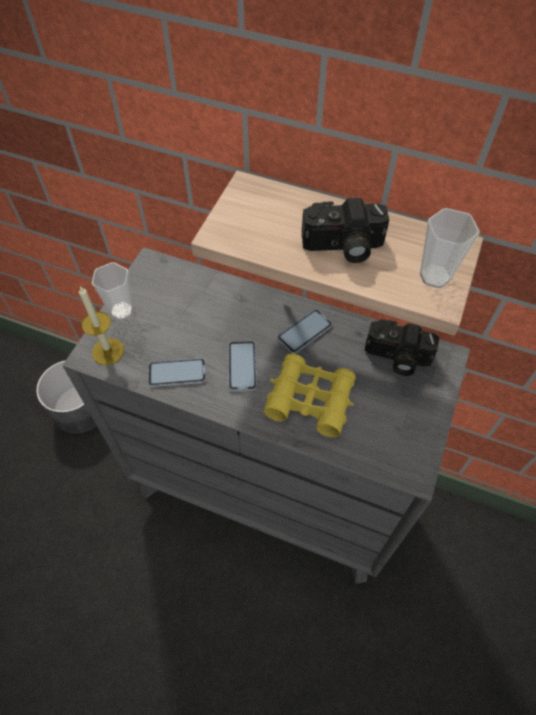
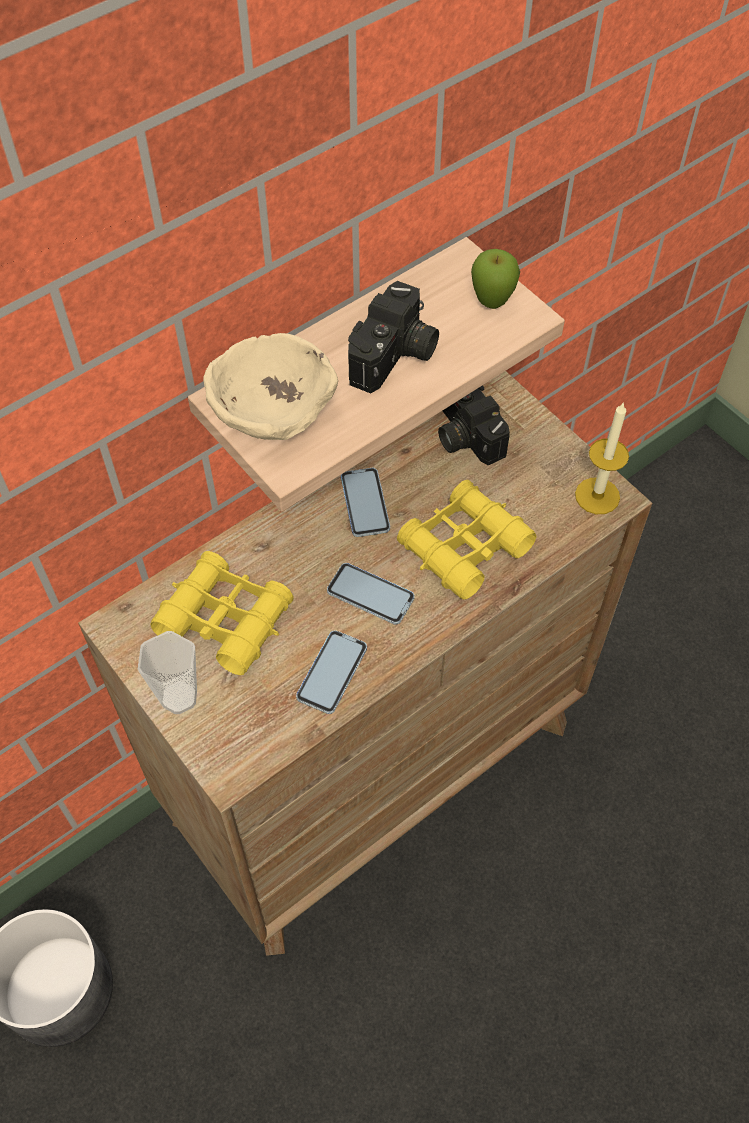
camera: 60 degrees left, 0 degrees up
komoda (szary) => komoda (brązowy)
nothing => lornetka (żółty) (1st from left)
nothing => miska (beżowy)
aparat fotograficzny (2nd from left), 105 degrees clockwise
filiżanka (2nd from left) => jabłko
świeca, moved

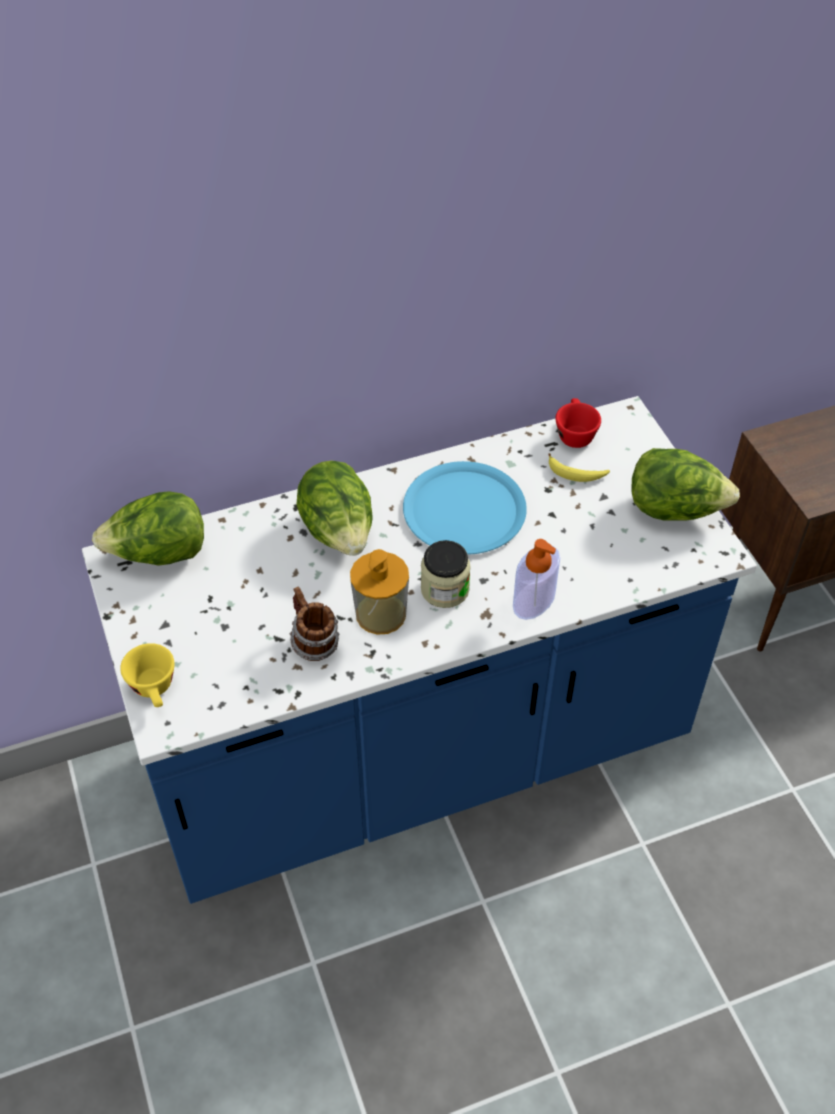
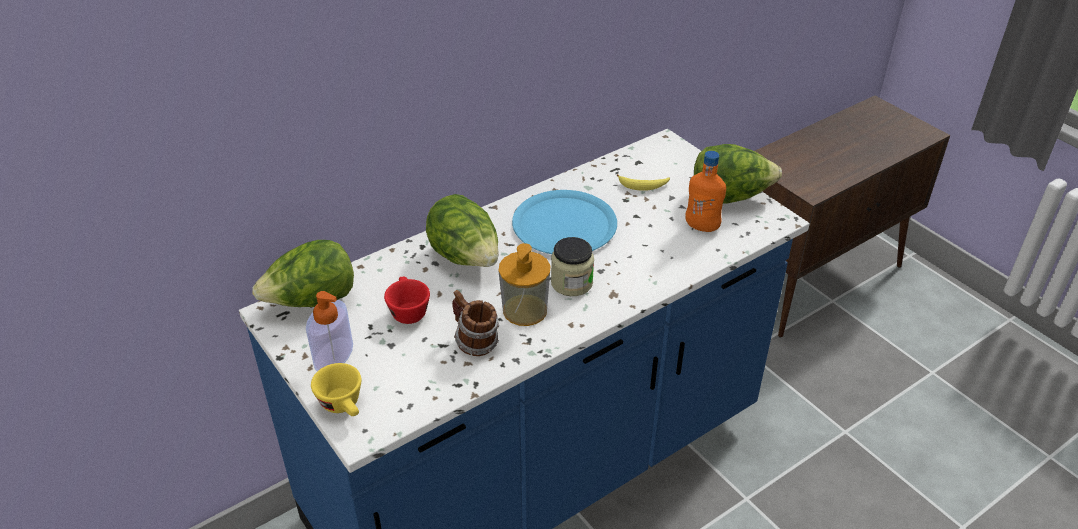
camera: 15 degrees left, 10 degrees down
dozownik mydła (2nd from left in the first image) => dozownik mydła (1st from left), moved
filiżanka (czerwony), moved
nothing => butelka (pomarańczowy)

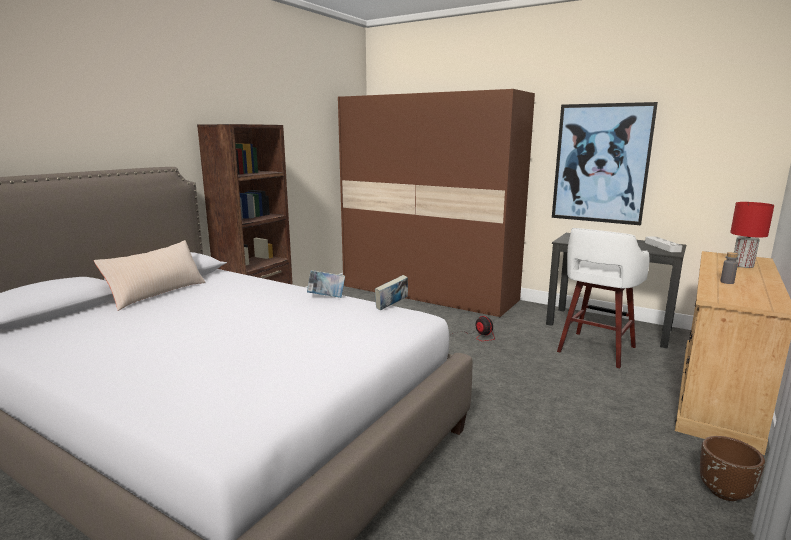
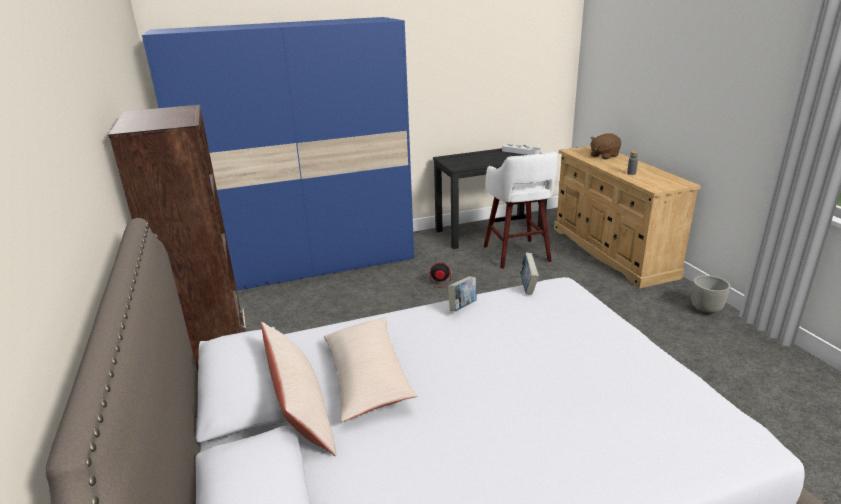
camera: 50 degrees left, 10 degrees up
szafa (brązowy) => szafa (niebieski)
nothing => poduszka (beżowy) (2nd from left)
lampa stołowa (czerwony) => pluszak (brązowy)
donica (brązowy) => donica (szary)
obraz => nothing

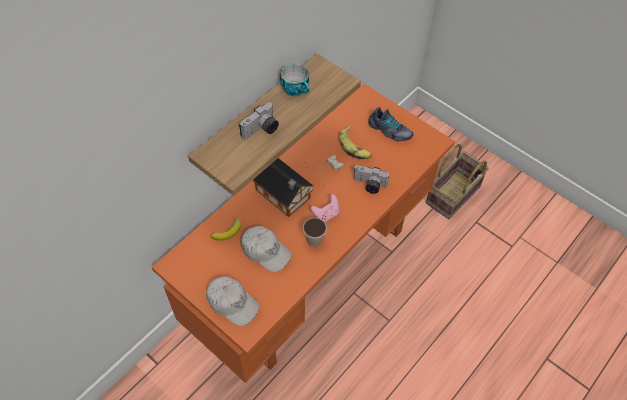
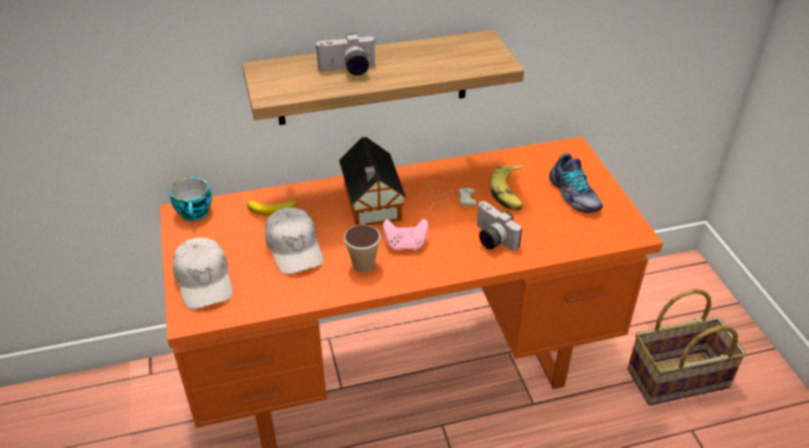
camera: 35 degrees right, 15 degrees down
filiżanka (1st from left), moved

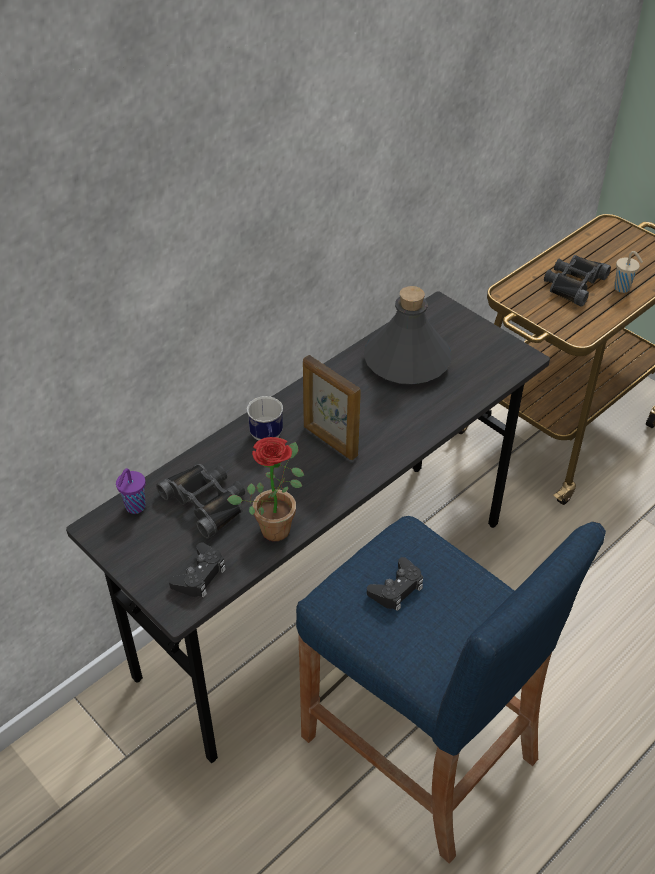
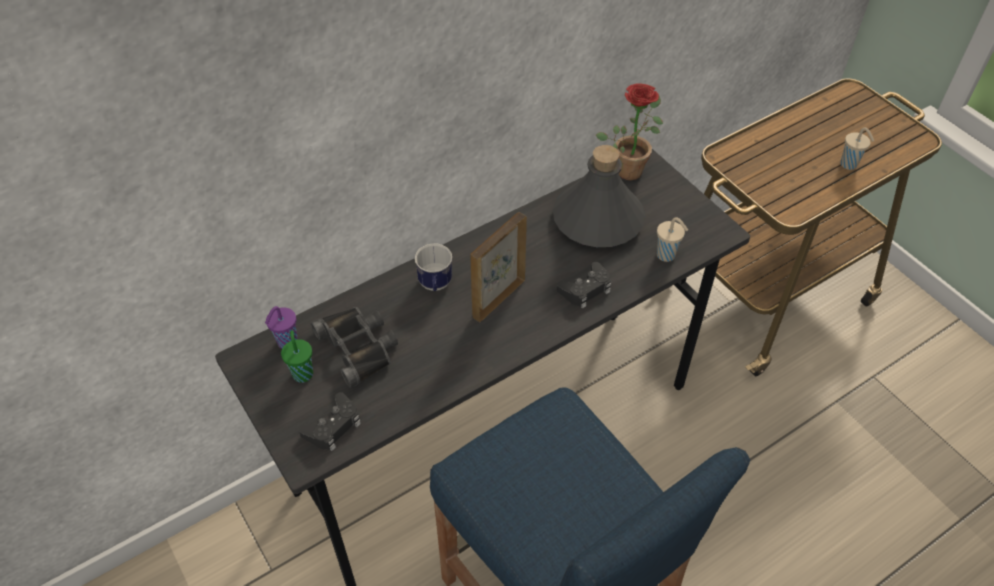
camera: 10 degrees right, 5 degrees up
nothing => filiżanka (zielony)
ramka na zdjęcie, 75 degrees clockwise
pad do gier (czarny) (2nd from left), moved
roślina doniczkowa, moved
nothing => filiżanka (beżowy) (1st from left)
lornetka (czarny) (2nd from left) => nothing

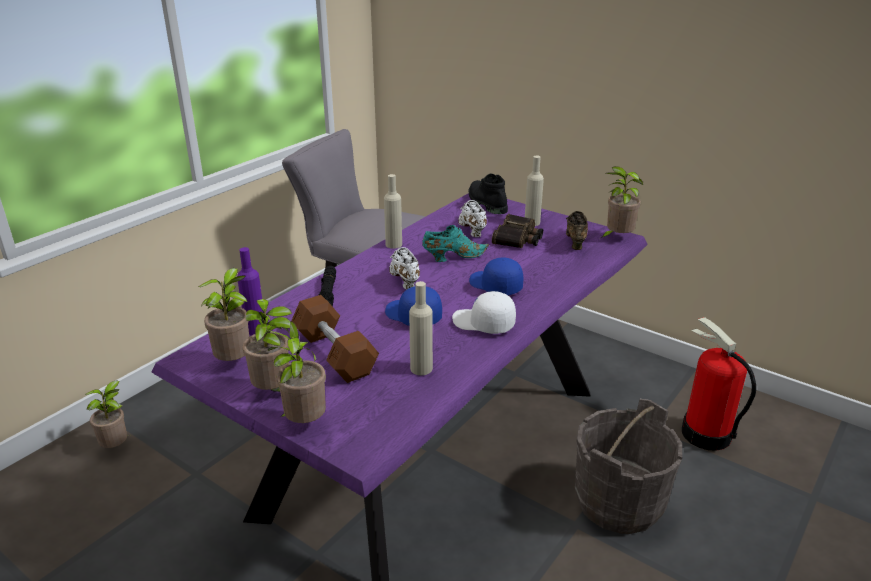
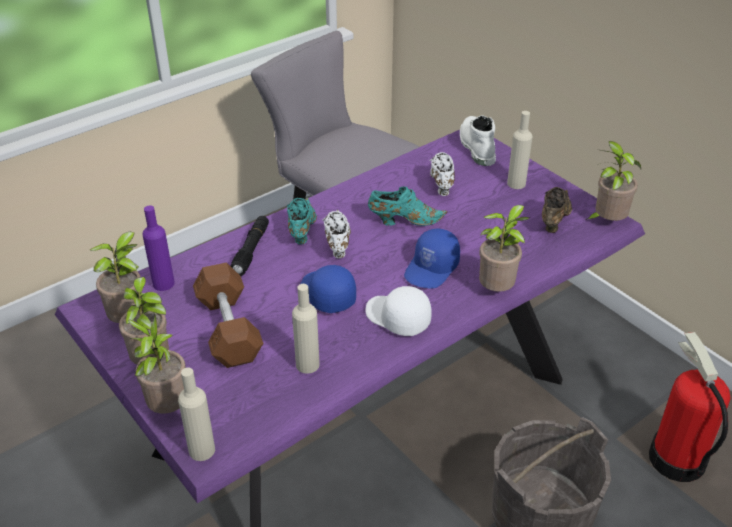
camera: 15 degrees right, 10 degrees up
butelka (beżowy) (1st from left), moved
nothing => but (turkusowy) (1st from left)
czapka z daszkiem (niebieski) (2nd from left), 120 degrees counterclockwise
but z cholewką (czarny) => but z cholewką (biały)
roślina doniczkowa (1st from left in the first image) => roślina doniczkowa (4th from left), moved
lornetka => nothing

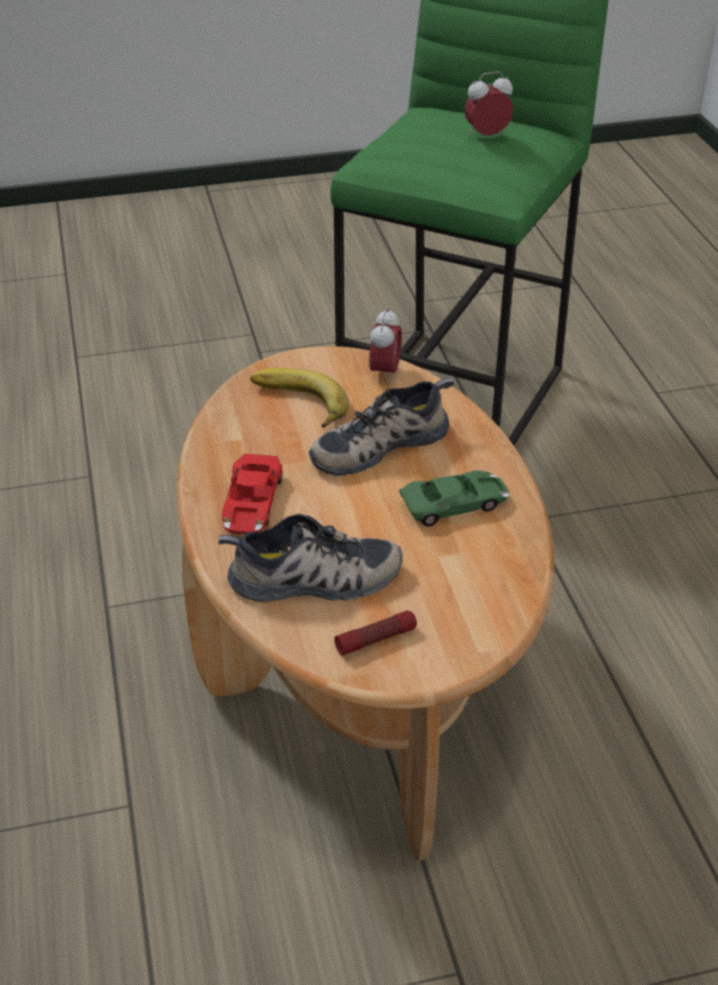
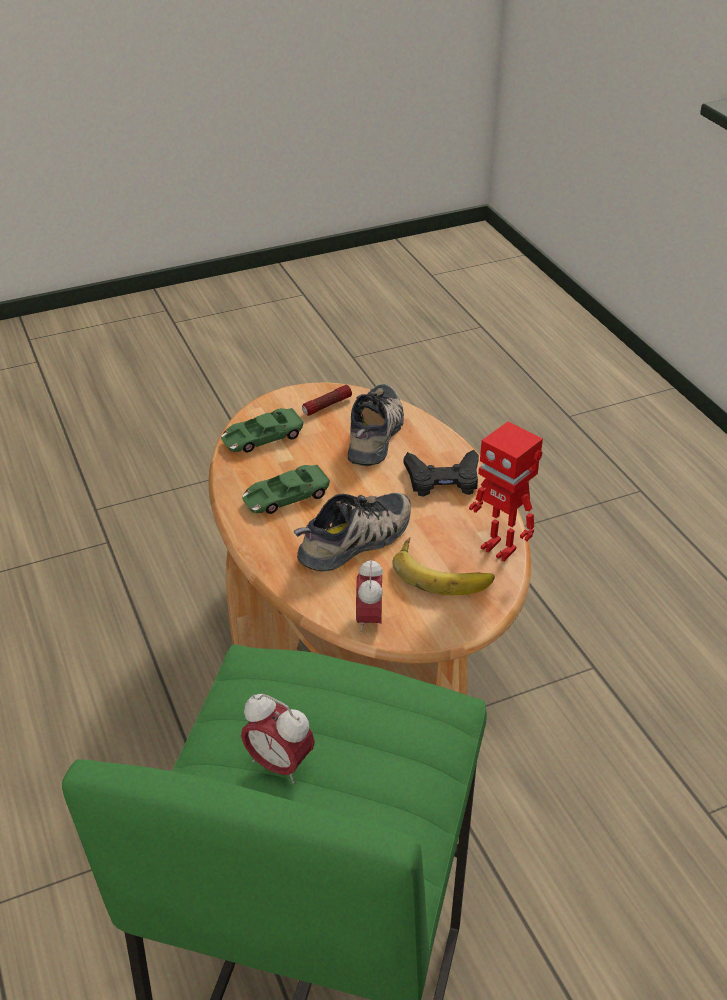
camera: 170 degrees right, 0 degrees up
nothing => samochodzik (zielony) (1st from left)
budzik (2nd from left in the first image) => budzik (1st from left), 60 degrees clockwise
but (1st from left in the first image) => but (2nd from left), 120 degrees clockwise
samochodzik (czerwony) => pad do gier (czarny)
nothing => robot zabawkowy

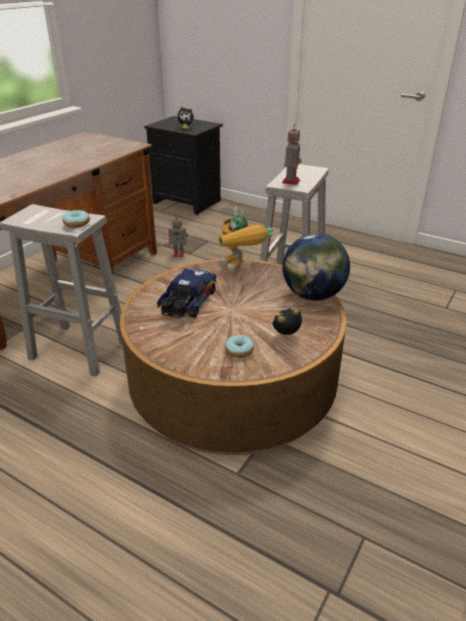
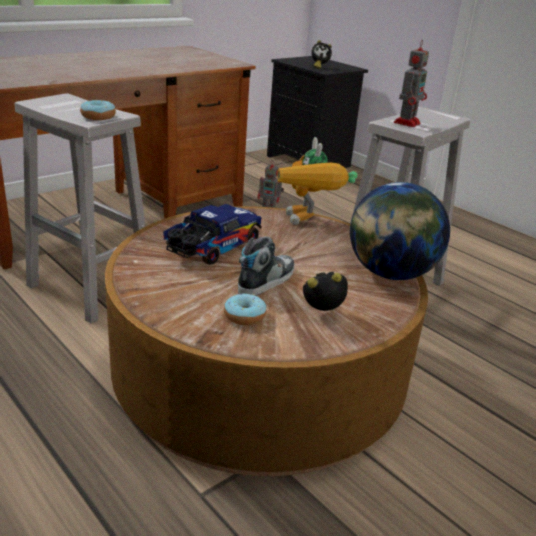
camera: 15 degrees right, 5 degrees down
nothing => but

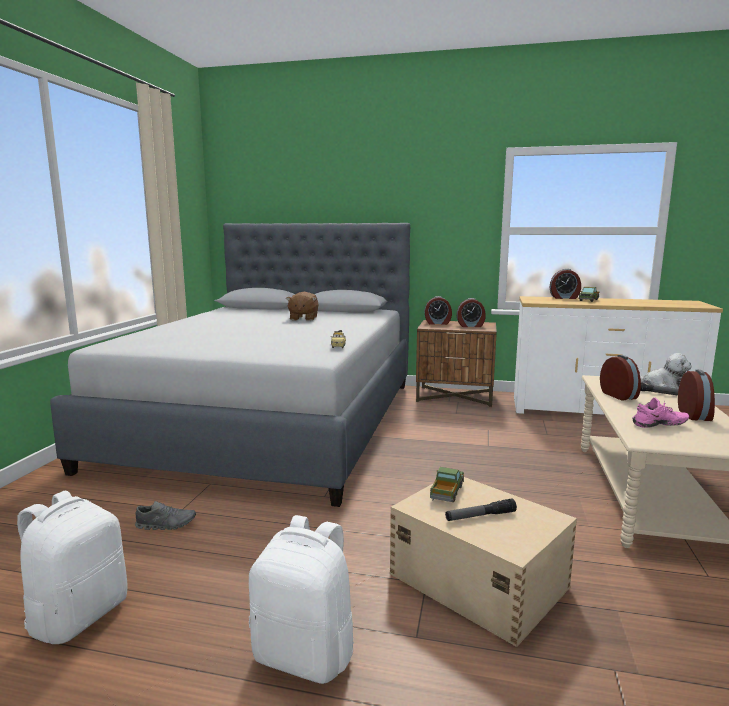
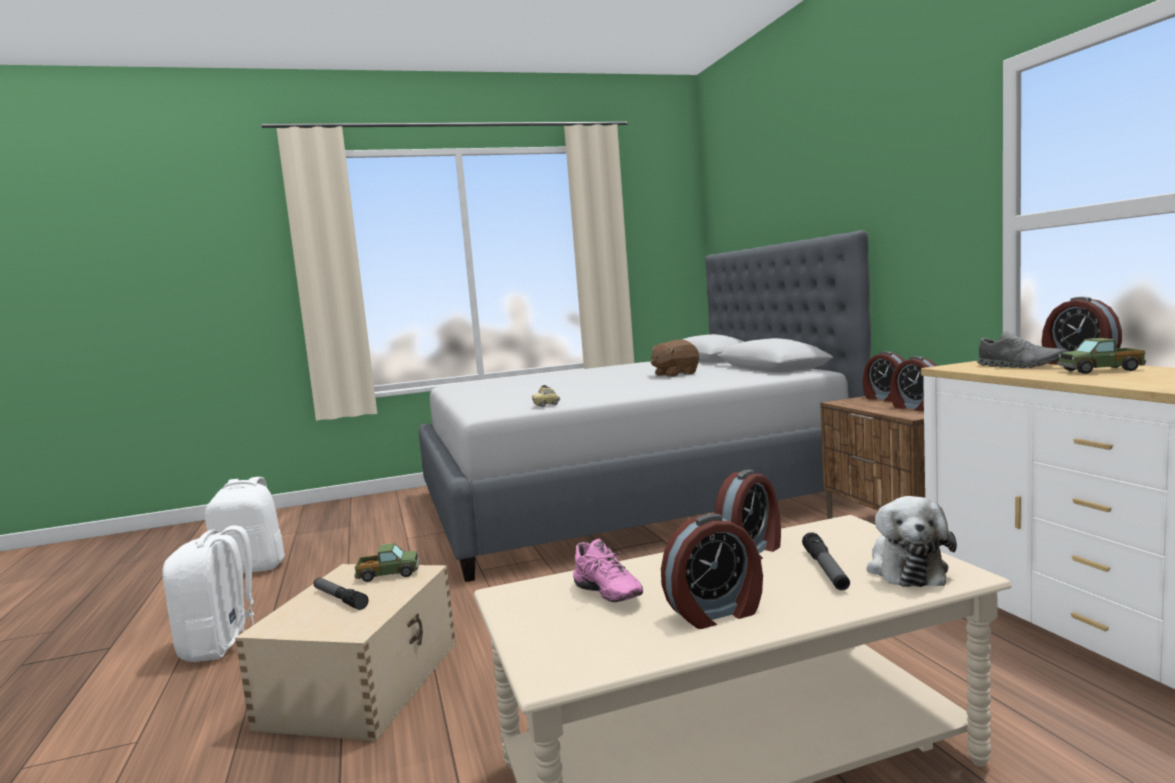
camera: 60 degrees right, 5 degrees down
but (szary), moved

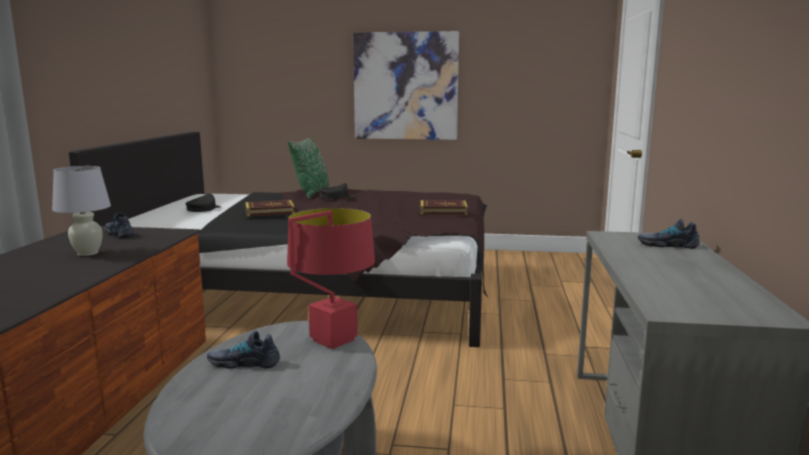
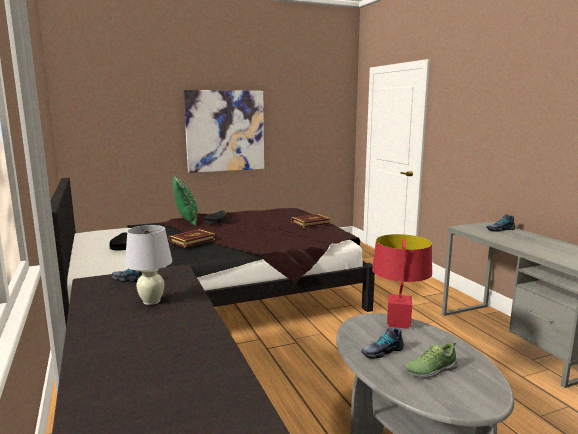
camera: 30 degrees left, 0 degrees up
nothing => but (3rd from left)

